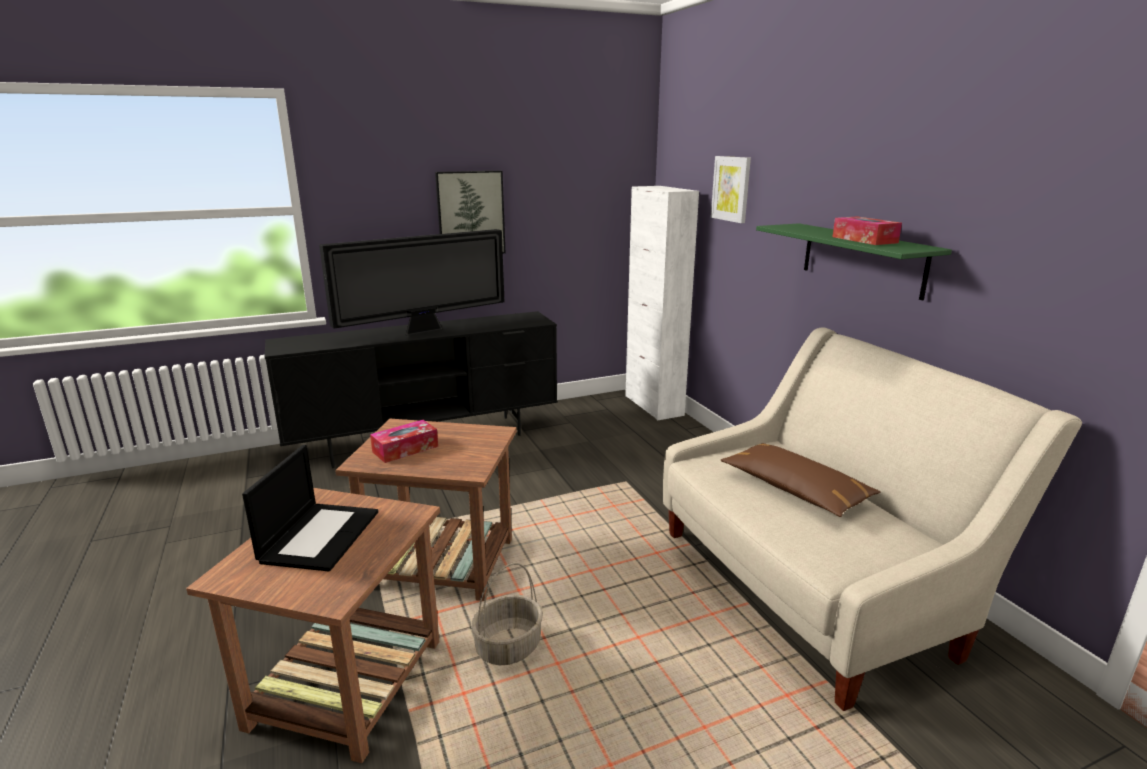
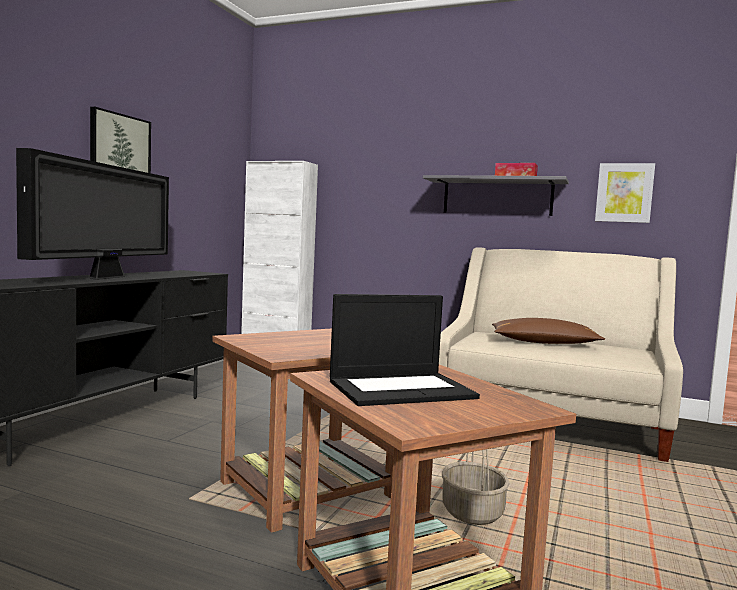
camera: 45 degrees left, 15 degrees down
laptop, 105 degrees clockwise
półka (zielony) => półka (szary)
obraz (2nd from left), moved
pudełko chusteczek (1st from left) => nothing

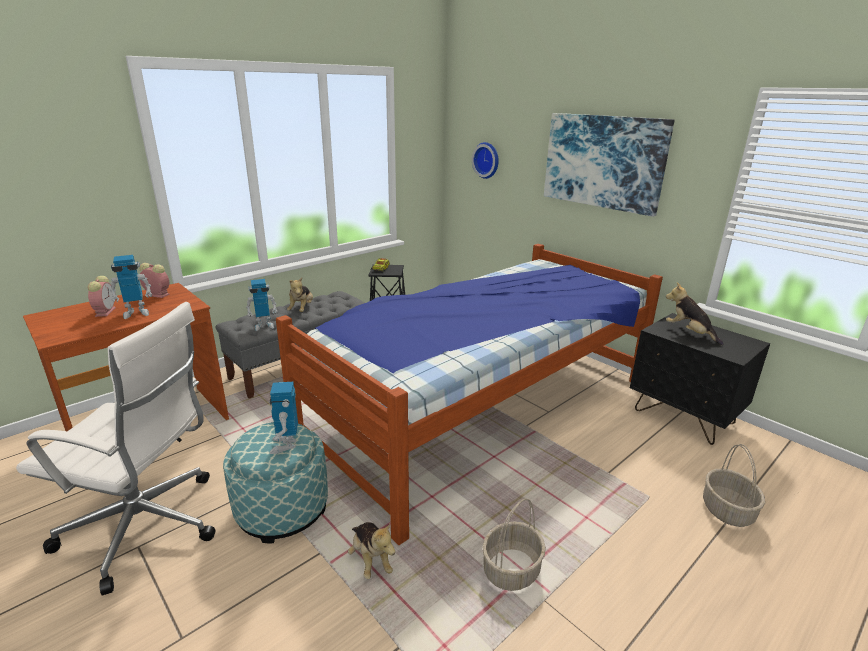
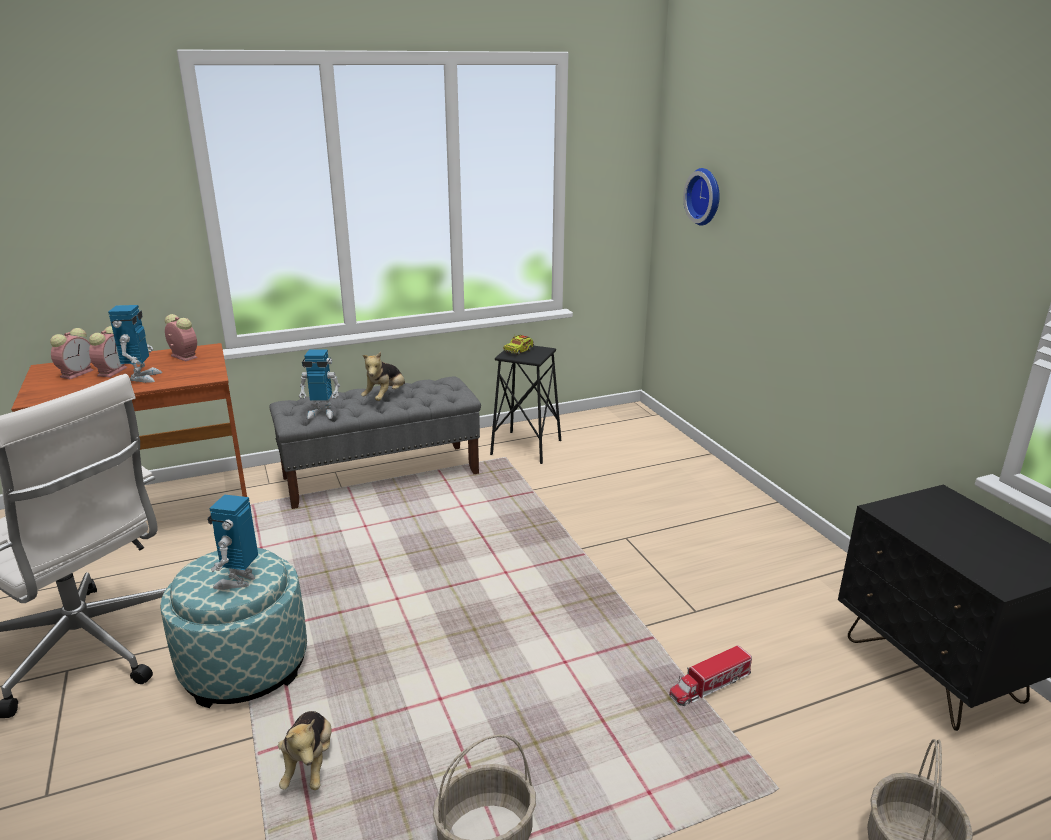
camera: 20 degrees right, 0 degrees up
nothing => budzik (1st from left)
robot zabawkowy (1st from left), 90 degrees counterclockwise
nothing => ciężarówka zabawkowa (2nd from left)
łóżko => nothing
obraz => nothing
pluszak (3rd from left) => nothing

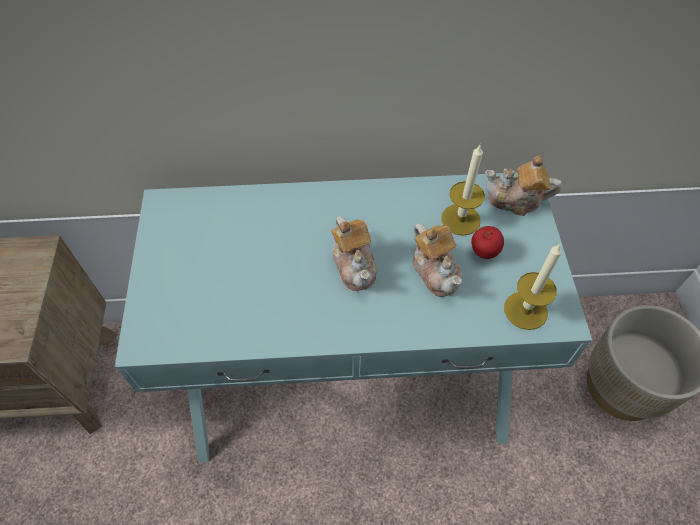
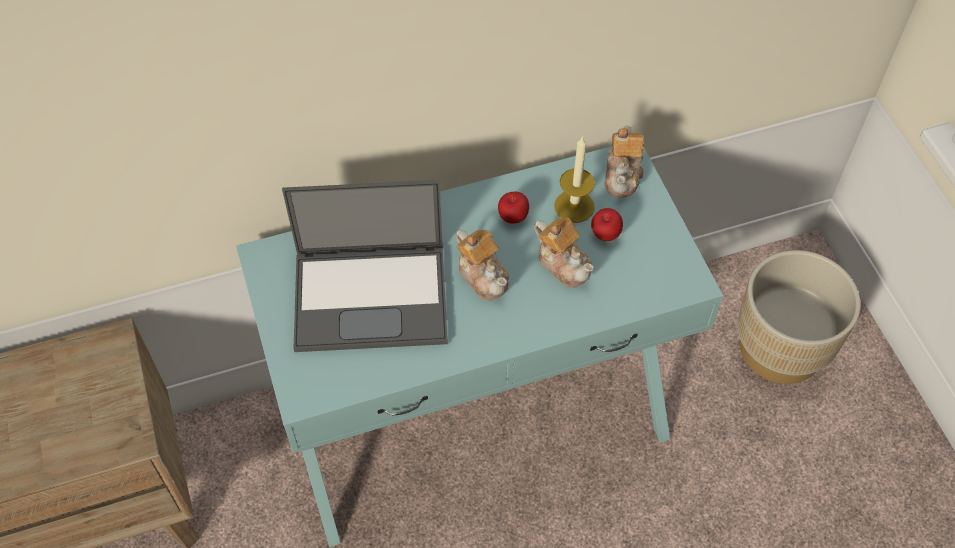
camera: 15 degrees left, 0 degrees up
nothing => laptop
nothing => jabłko (1st from left)
imbryk (3rd from left), 75 degrees counterclockwise
świeca (2nd from left) => nothing

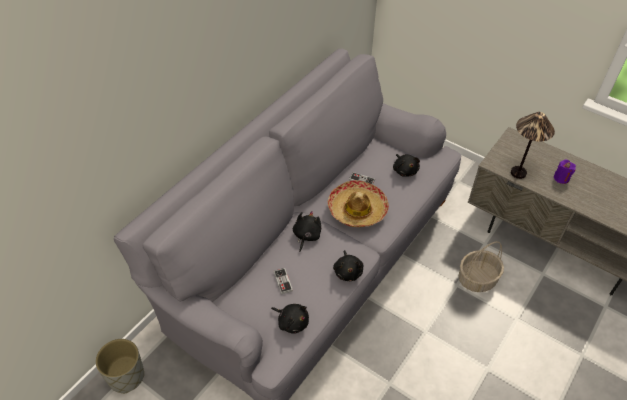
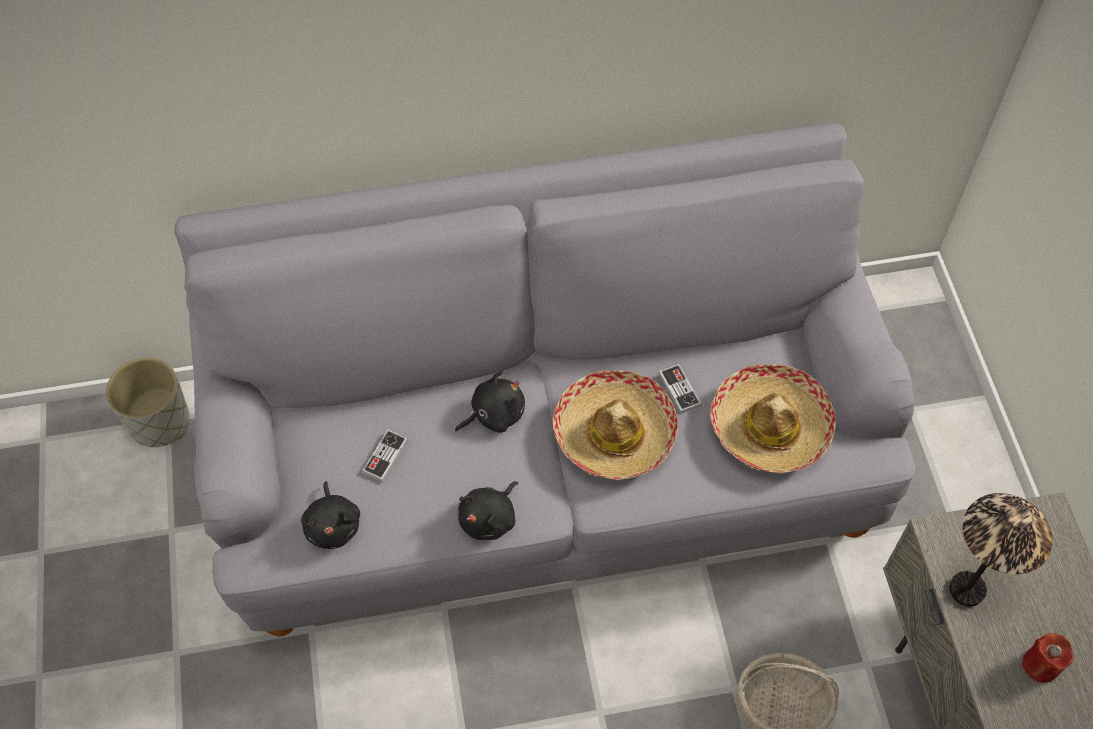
camera: 45 degrees right, 10 degrees up
pluszak (czarny) (4th from left) => kapelusz (2nd from left)
świeca (fioletowy) => świeca (czerwony)

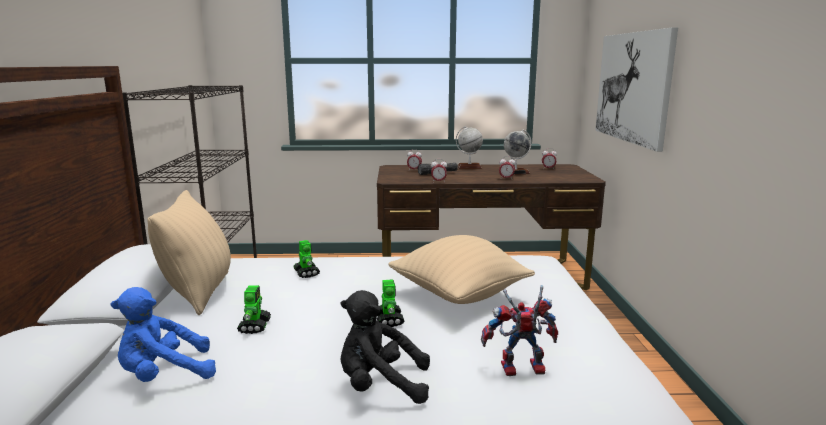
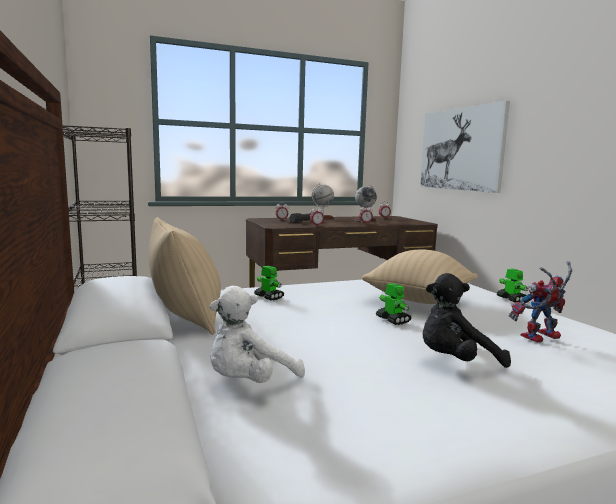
camera: 20 degrees left, 5 degrees down
pluszak (niebieski) => pluszak (biały)
robot zabawkowy (1st from left in the first image) => robot zabawkowy (3rd from left), moved

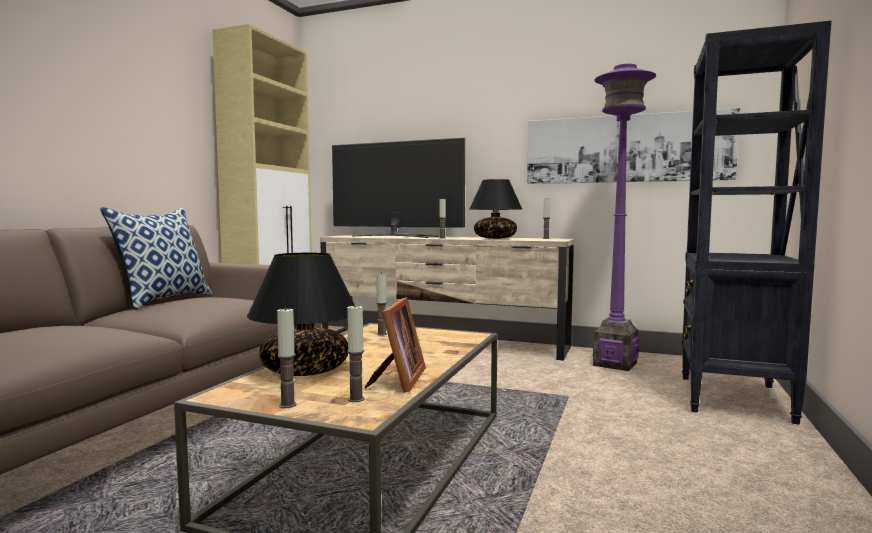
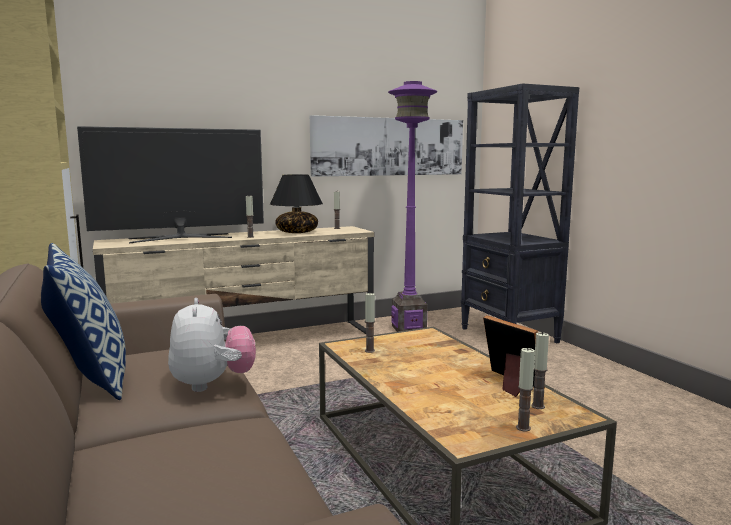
camera: 45 degrees left, 5 degrees up
nothing => pluszak
lampa stołowa (czarny) (1st from left) => nothing

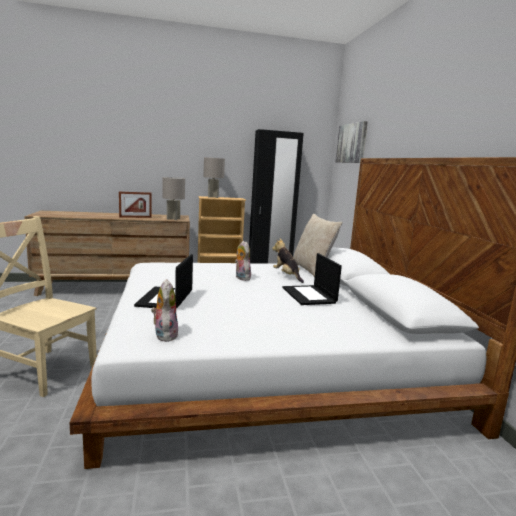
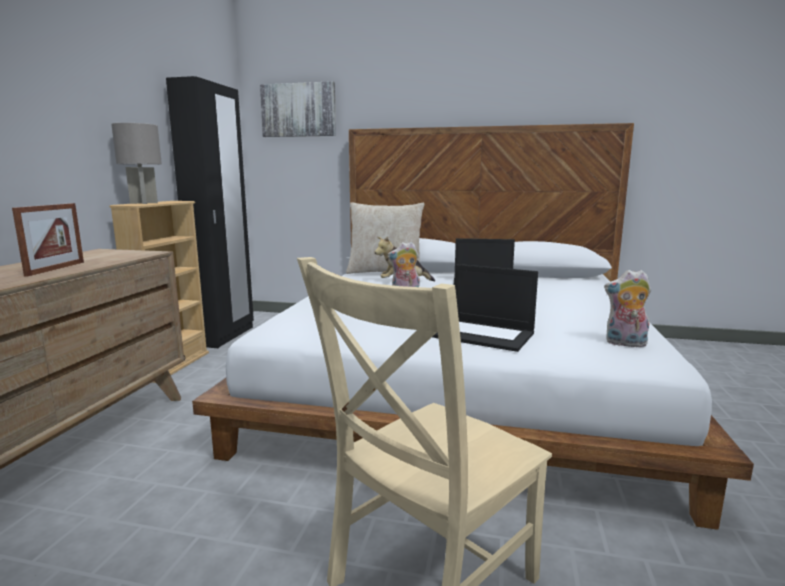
camera: 65 degrees left, 0 degrees up
lampa stołowa (szary) (1st from left) => nothing

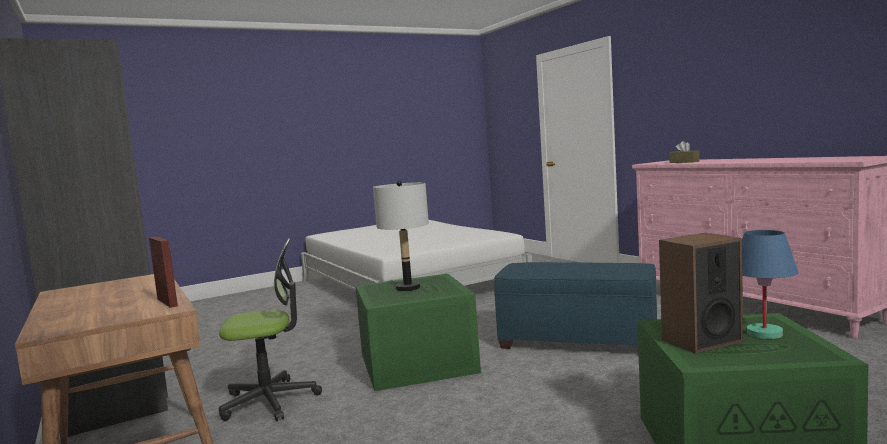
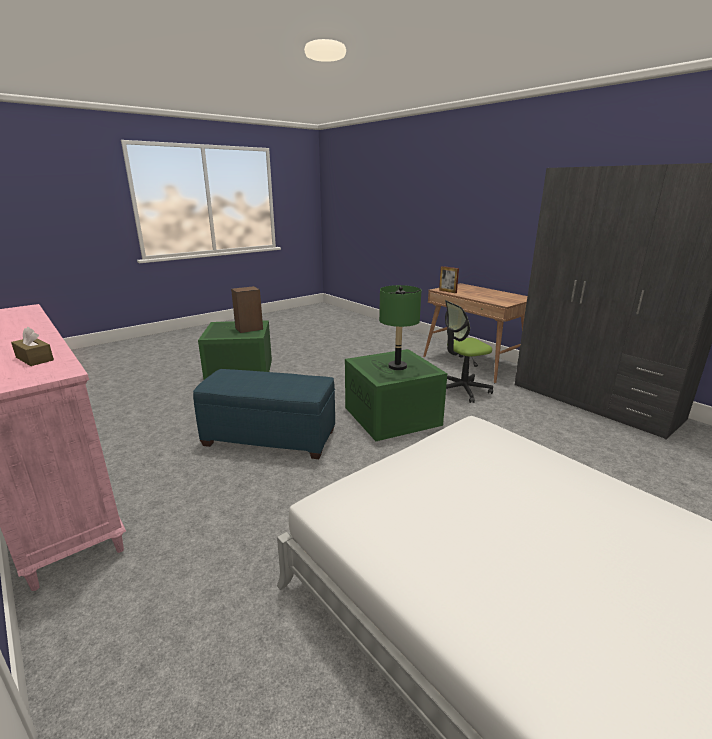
camera: 170 degrees right, 15 degrees up
lampa stołowa (szary) => lampa stołowa (zielony)
lampa stołowa (niebieski) => nothing

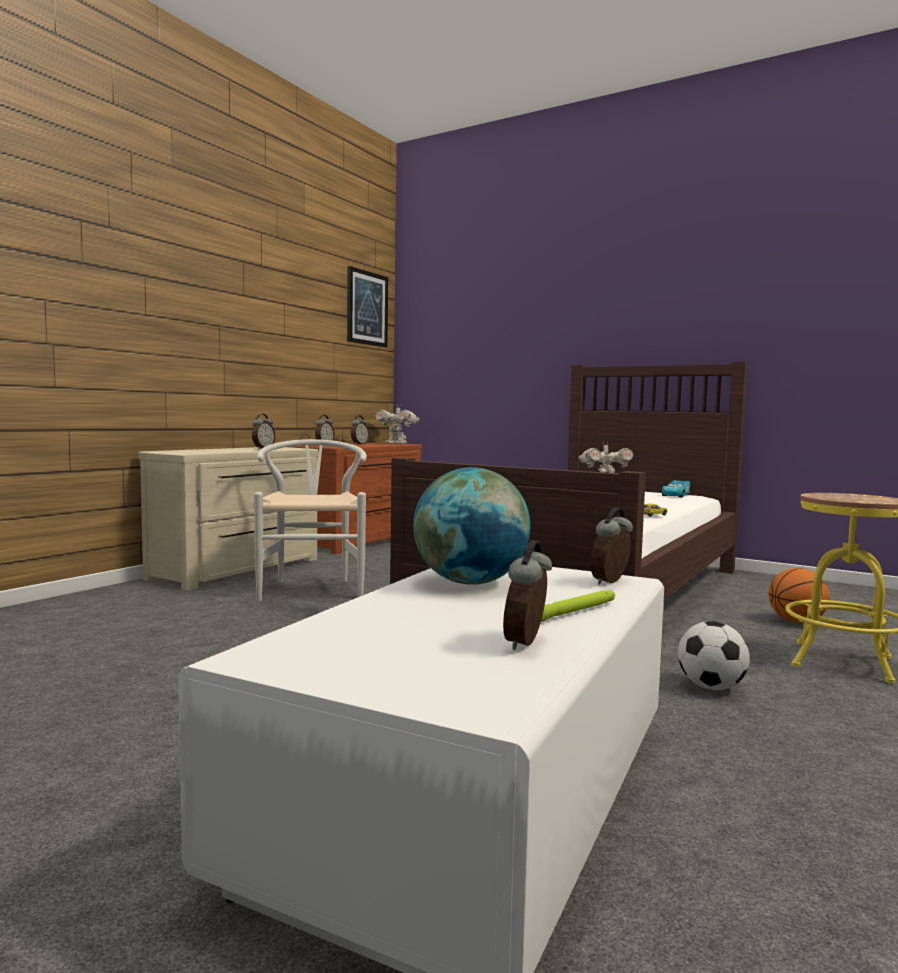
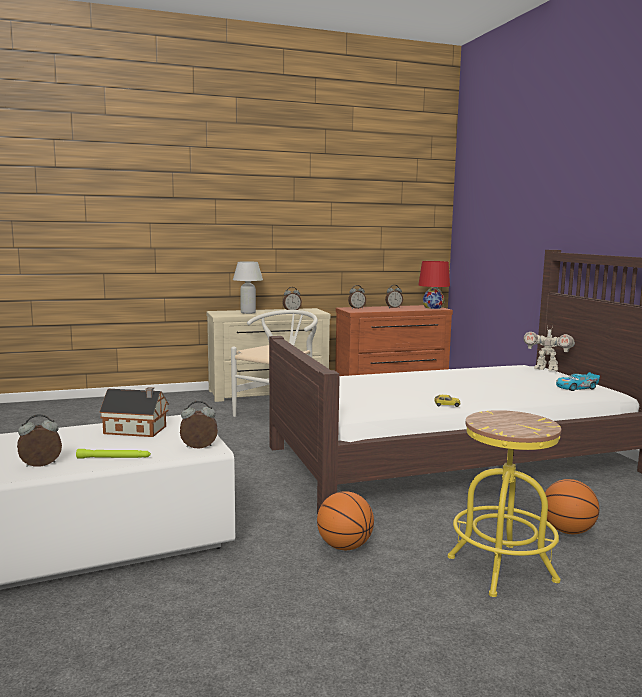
camera: 40 degrees right, 5 degrees up
globus => domek
nothing => lampa stołowa (biały)
piłka futbolowa => piłka do koszykówki (1st from left)
robot zabawkowy (1st from left) => lampa stołowa (czerwony)
obraz => nothing

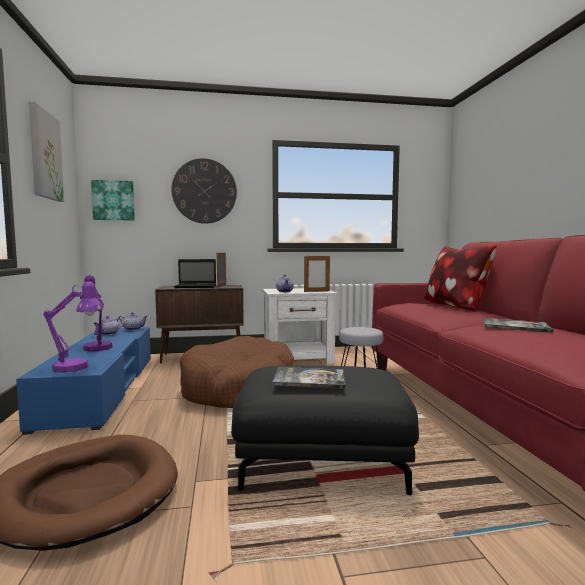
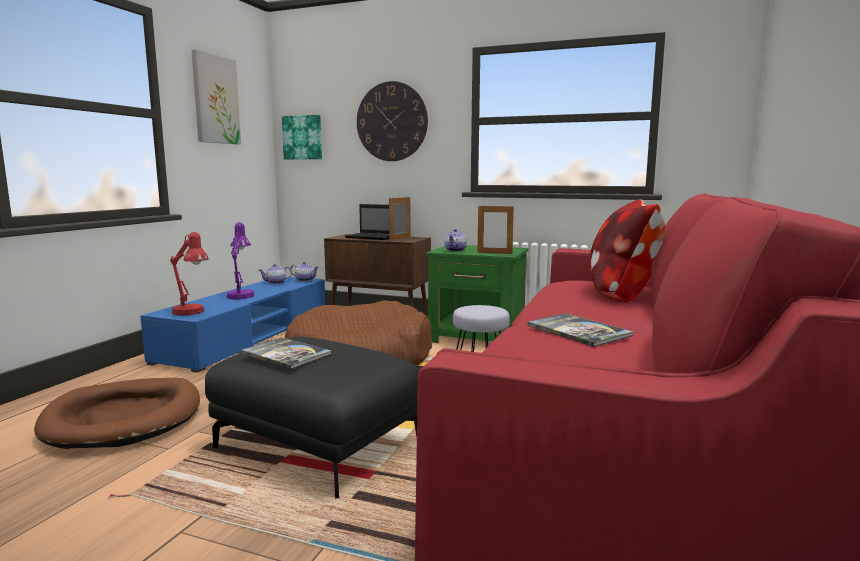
camera: 30 degrees right, 5 degrees up
lampa stołowa (fioletowy) (1st from left) => lampa stołowa (czerwony)
szafka nocna (biały) => szafka nocna (zielony)

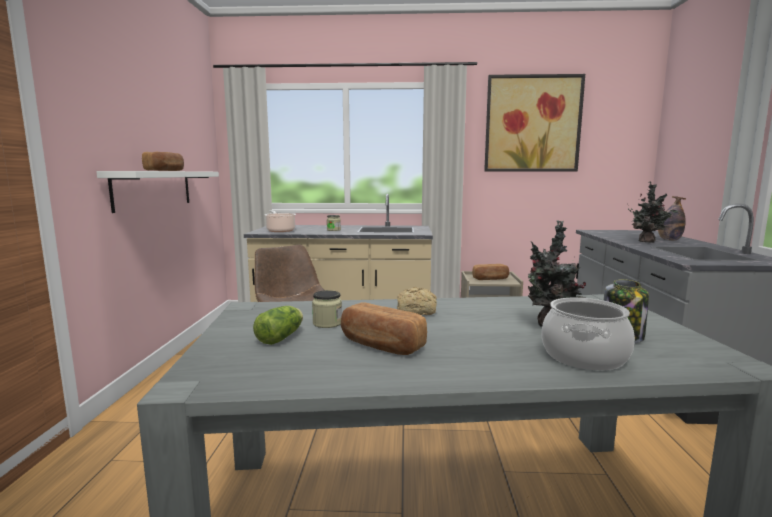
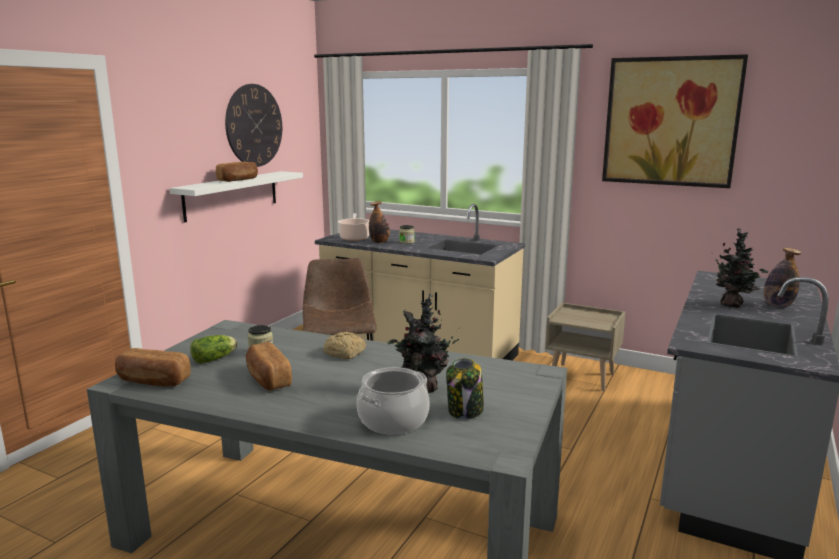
camera: 25 degrees right, 5 degrees up
chleb (4th from left in the first image) => chleb (1st from left), moved
nothing => zegar ścienny
nothing => butelka (1st from left)

